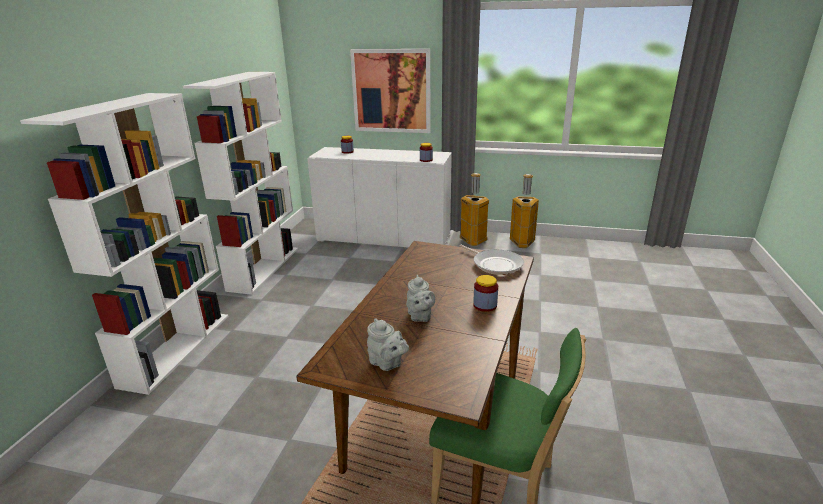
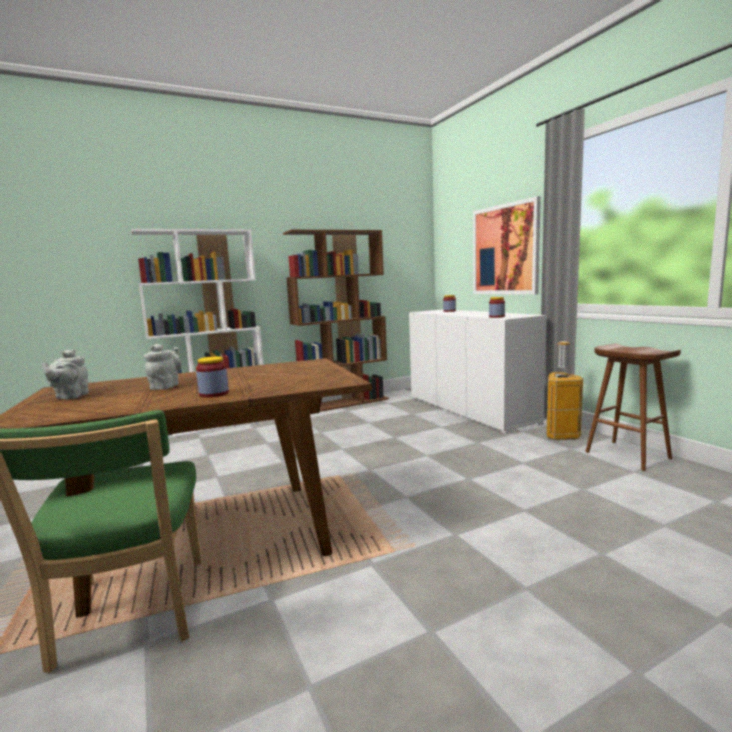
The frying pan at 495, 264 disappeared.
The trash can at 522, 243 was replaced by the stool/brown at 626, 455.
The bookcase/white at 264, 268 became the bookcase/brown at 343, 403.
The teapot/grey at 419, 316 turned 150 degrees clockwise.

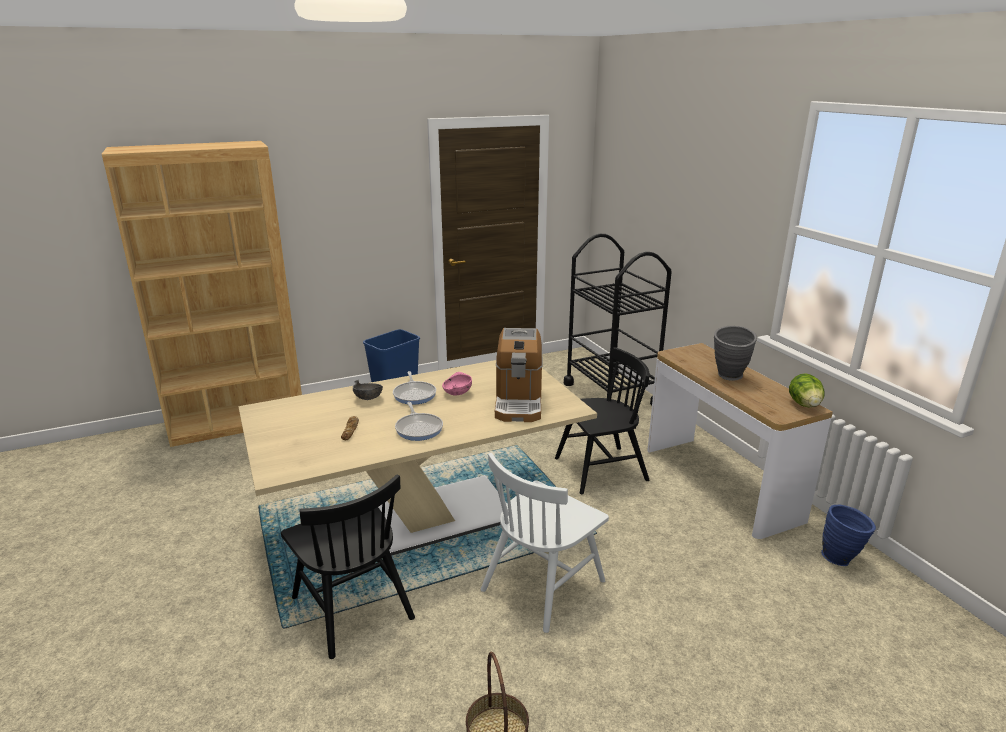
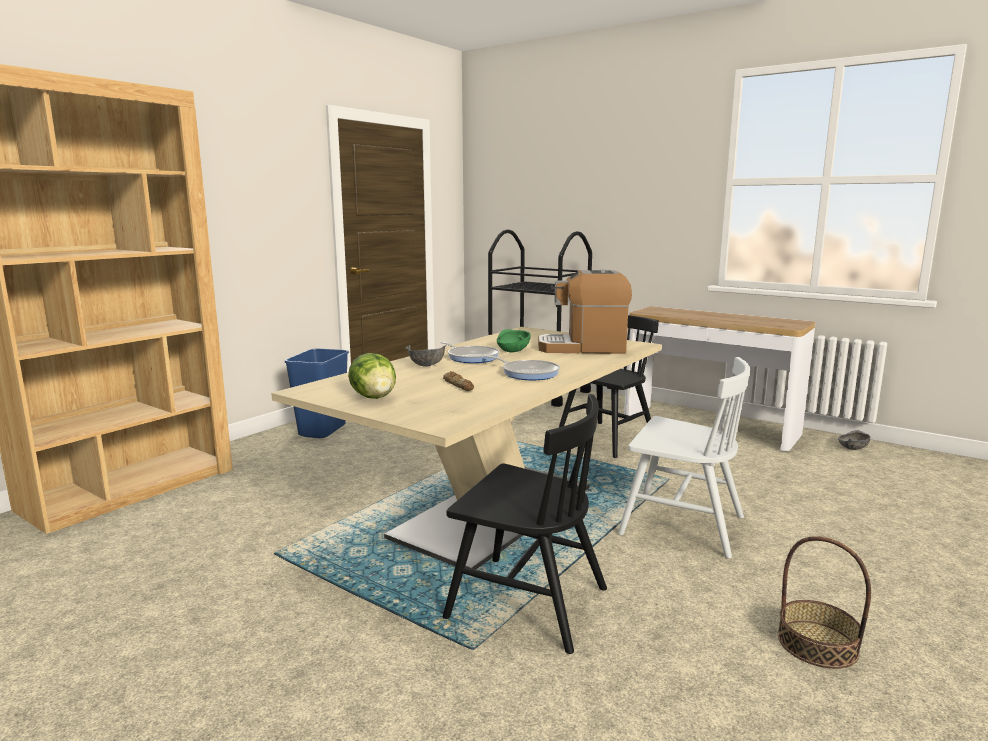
The vase/grey at 729, 378 disappeared.
The lettuce moved from 804, 405 to 374, 397.
The vase/blue at 841, 558 was replaced by the bowl/grey at 852, 448.
The bowl/pink at 457, 393 became the bowl/green at 512, 351.
The chair/white at 543, 584 turned 75 degrees counterclockwise.
The coffee machine at 518, 402 turned 120 degrees clockwise.

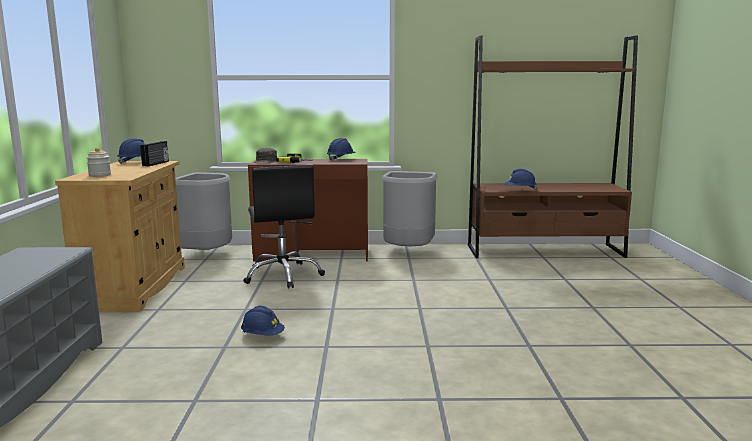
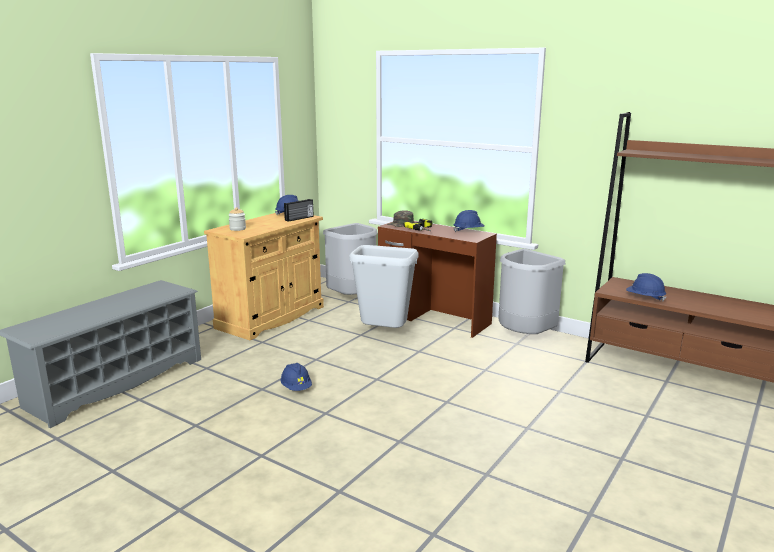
The office chair/black at 283, 275 was replaced by the trash can/grey at 383, 334.

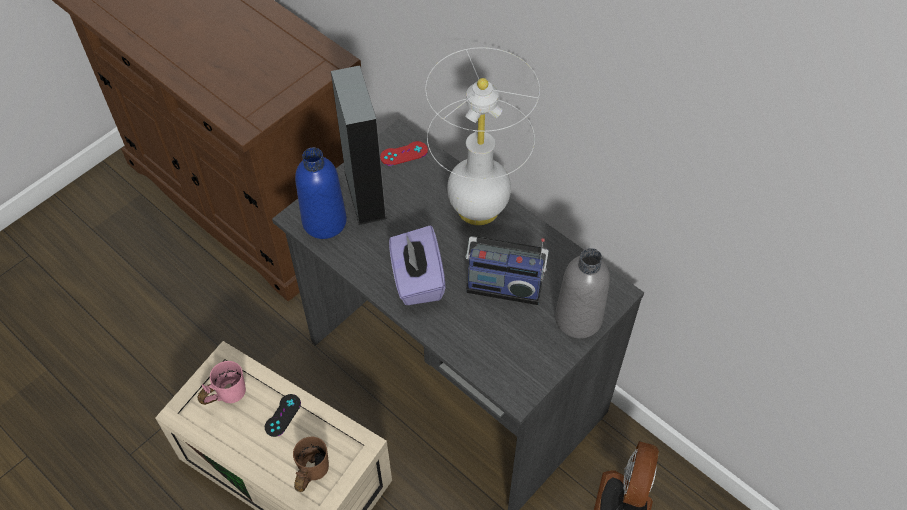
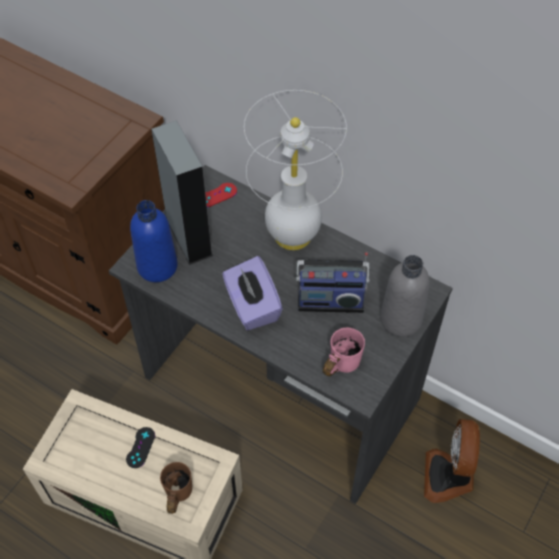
The mug/pink moved from 224, 393 to 338, 364.

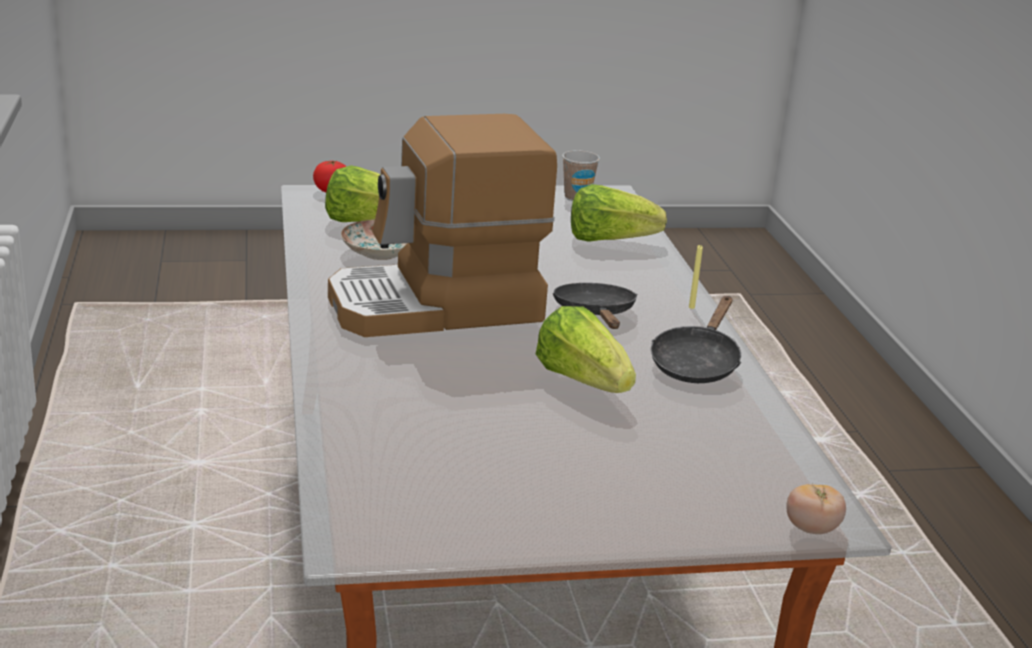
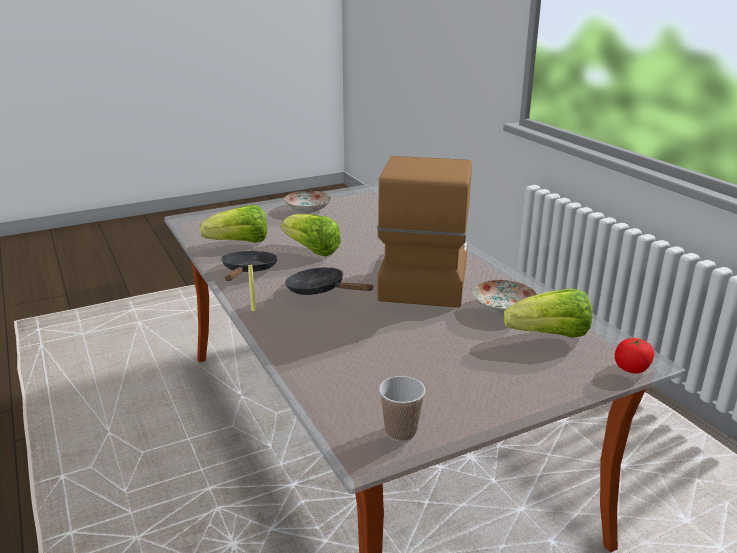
The tomato at 811, 529 disappeared.
The plate at 308, 209 appeared.
The lettuce moved from 609, 240 to 239, 243.
The coffee machine at 437, 306 turned 45 degrees counterclockwise.
The frying pan/black at 595, 314 turned 150 degrees clockwise.

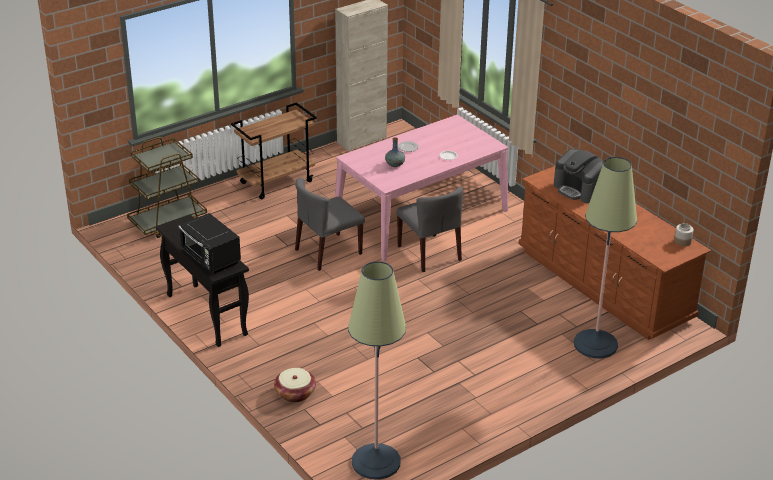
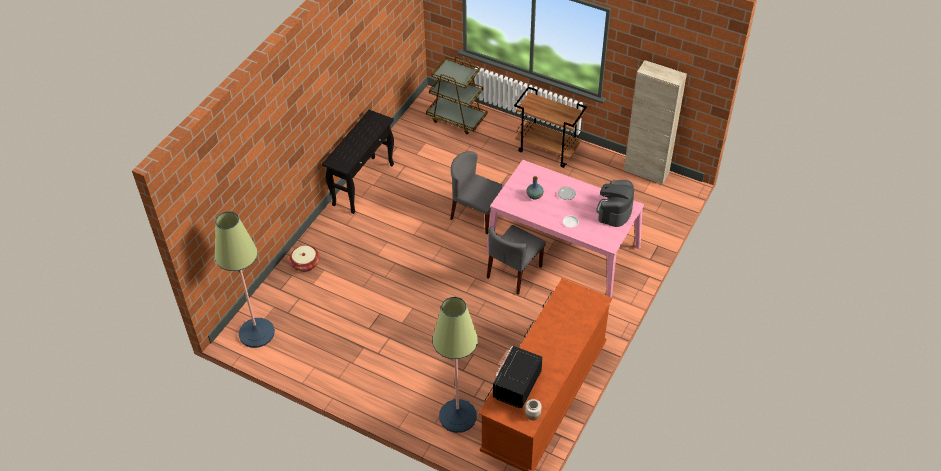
The microwave/black moved from 211, 259 to 516, 387.
The coffee machine moved from 578, 189 to 614, 211.

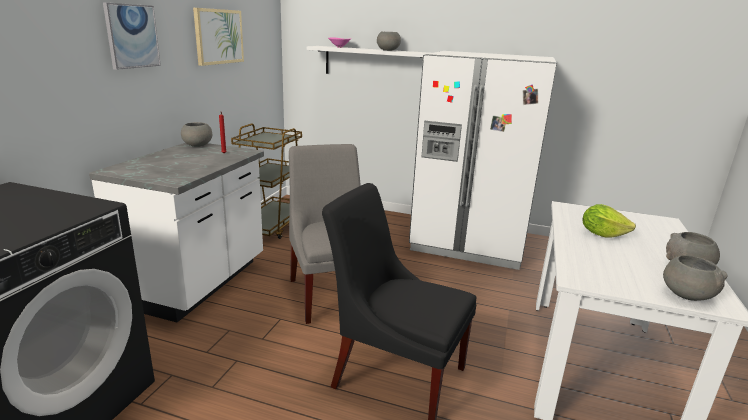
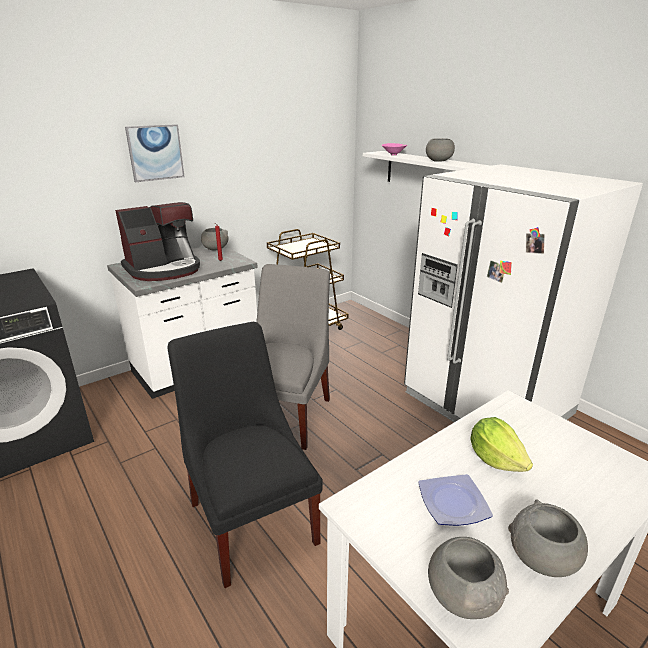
The picture at 218, 36 disappeared.
The coffee machine at 164, 269 appeared.
The plate at 454, 504 appeared.

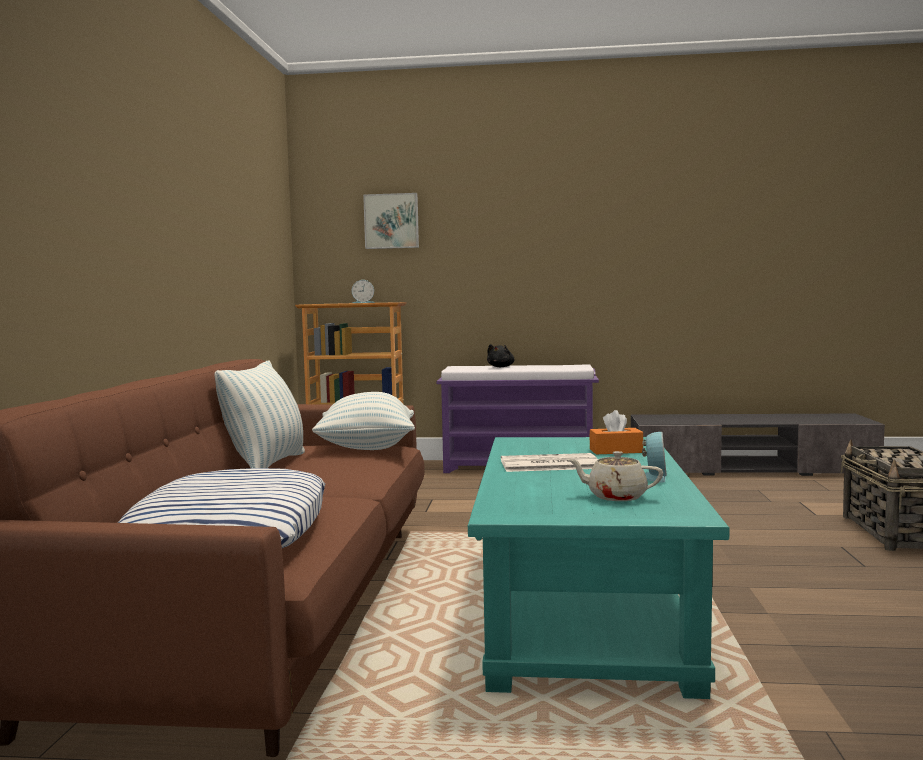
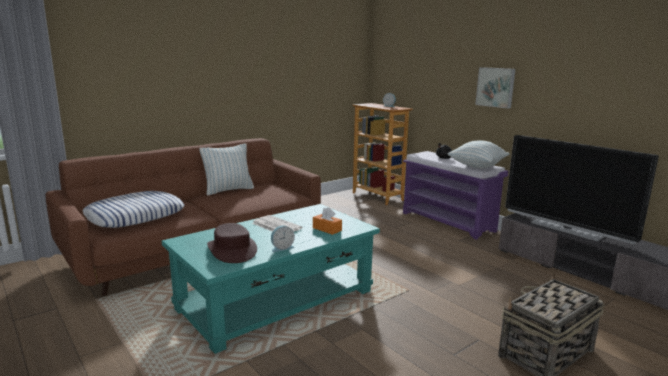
The television at 567, 229 appeared.
The pillow moved from 367, 448 to 477, 166.
The picture moved from 391, 221 to 496, 87.
The teapot/beige at 615, 496 was replaced by the hat/brown at 232, 250.

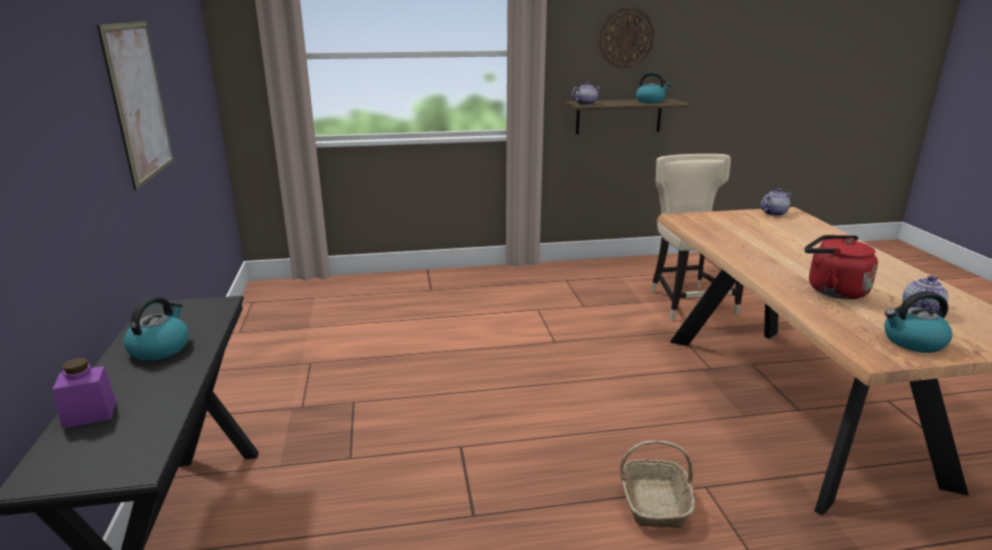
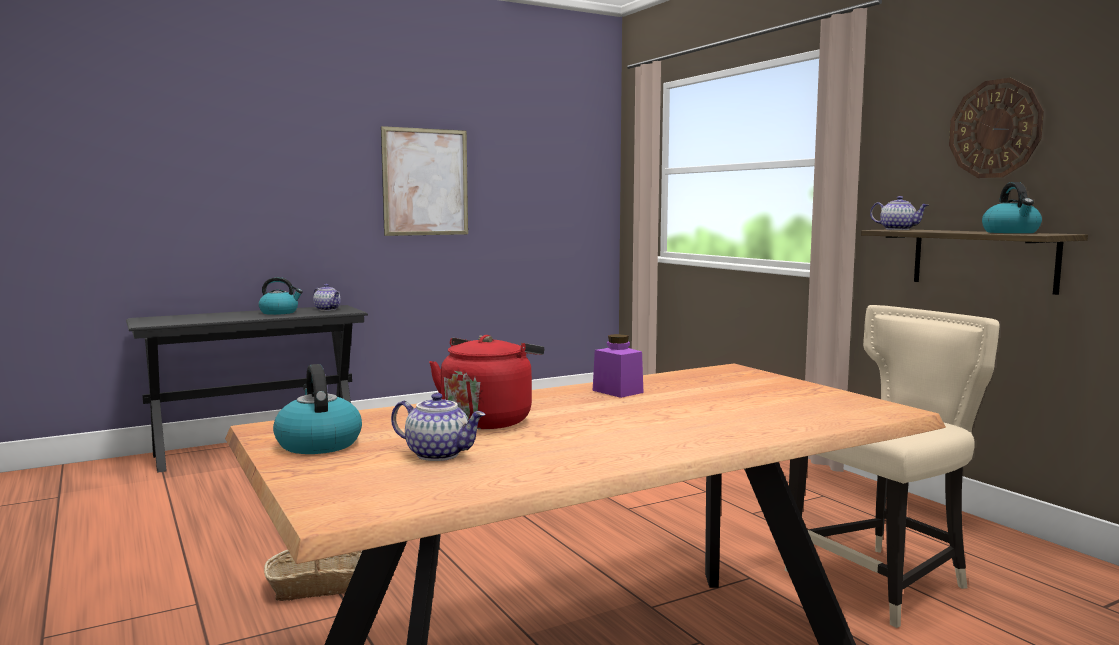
The jar/purple moved from 90, 414 to 617, 391.
The teapot moved from 773, 213 to 328, 309.

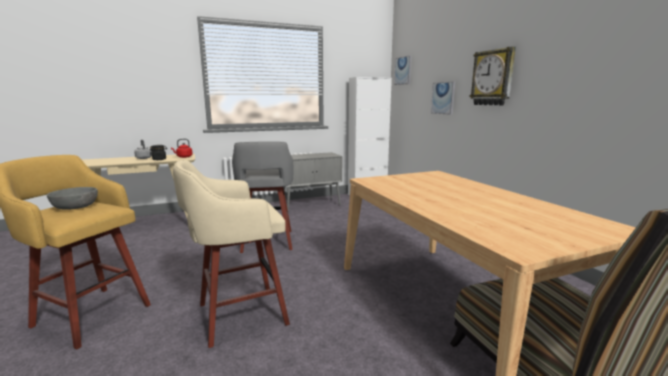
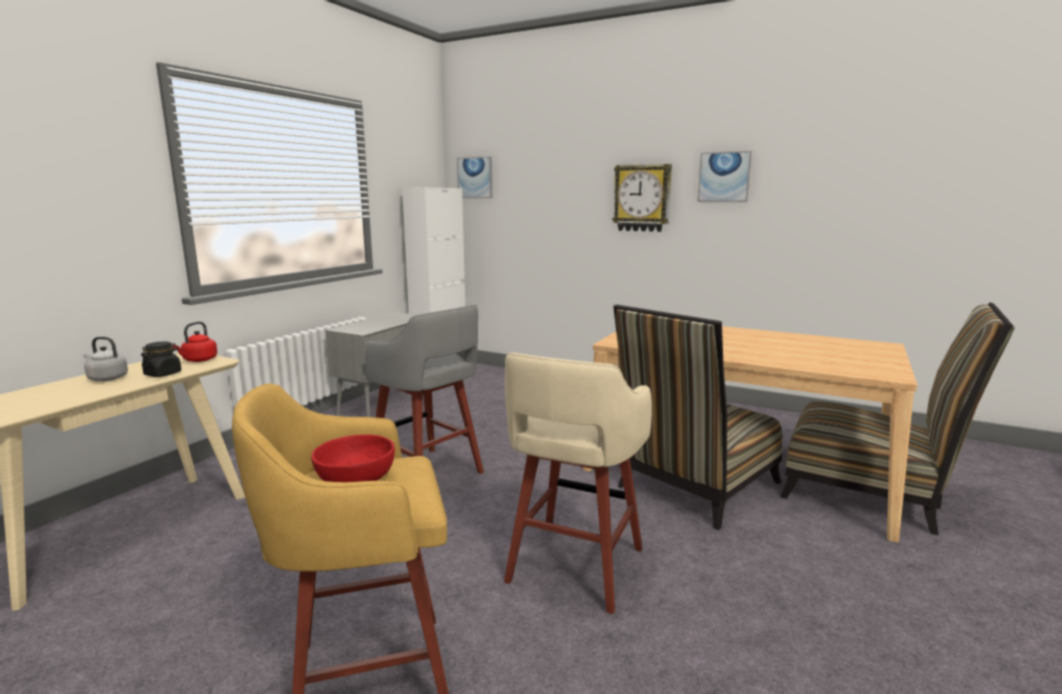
The chair at 693, 488 appeared.
The picture moved from 443, 98 to 724, 177.
The bowl/grey at 75, 207 became the bowl/red at 355, 478.

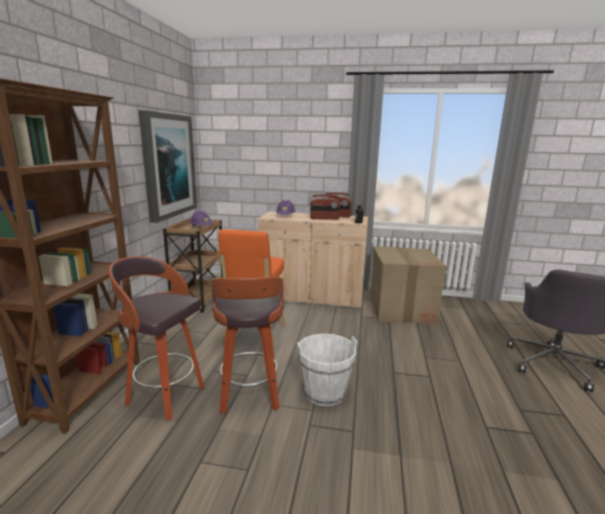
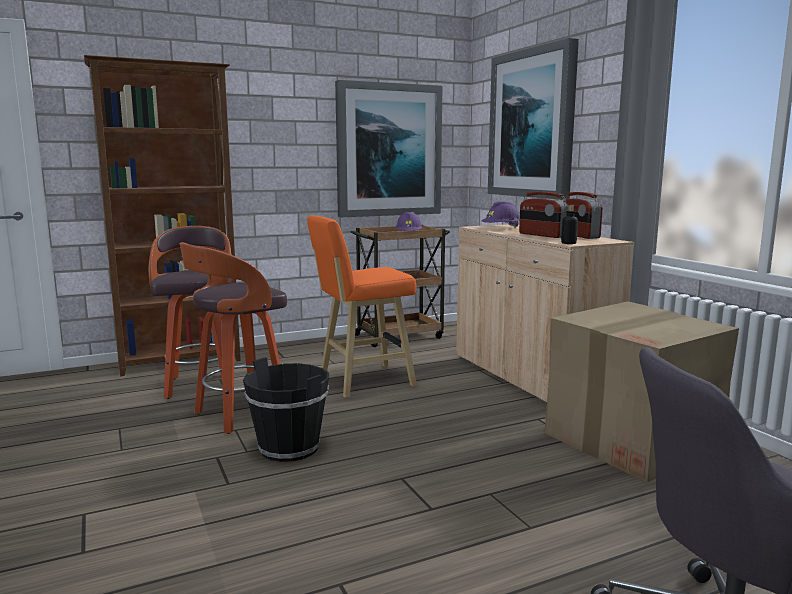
The picture at 532, 124 appeared.
The bucket/white at 325, 393 became the bucket/black at 289, 448.

